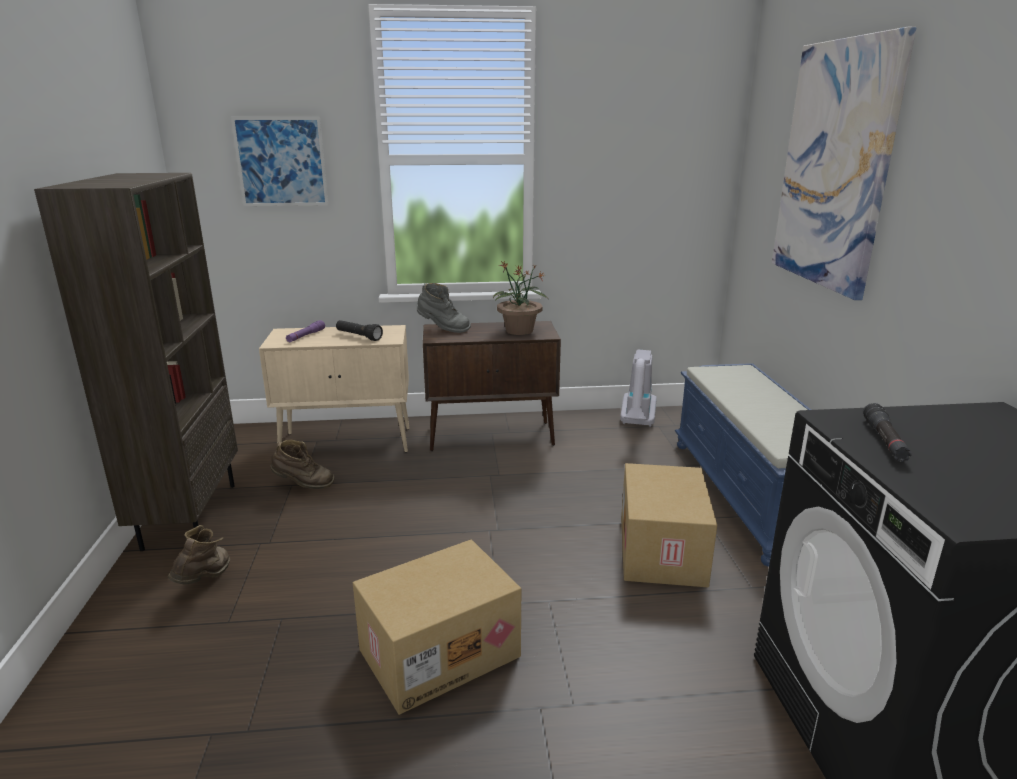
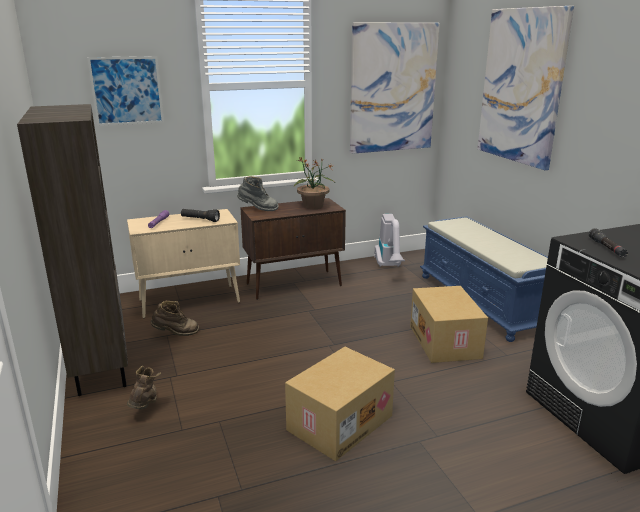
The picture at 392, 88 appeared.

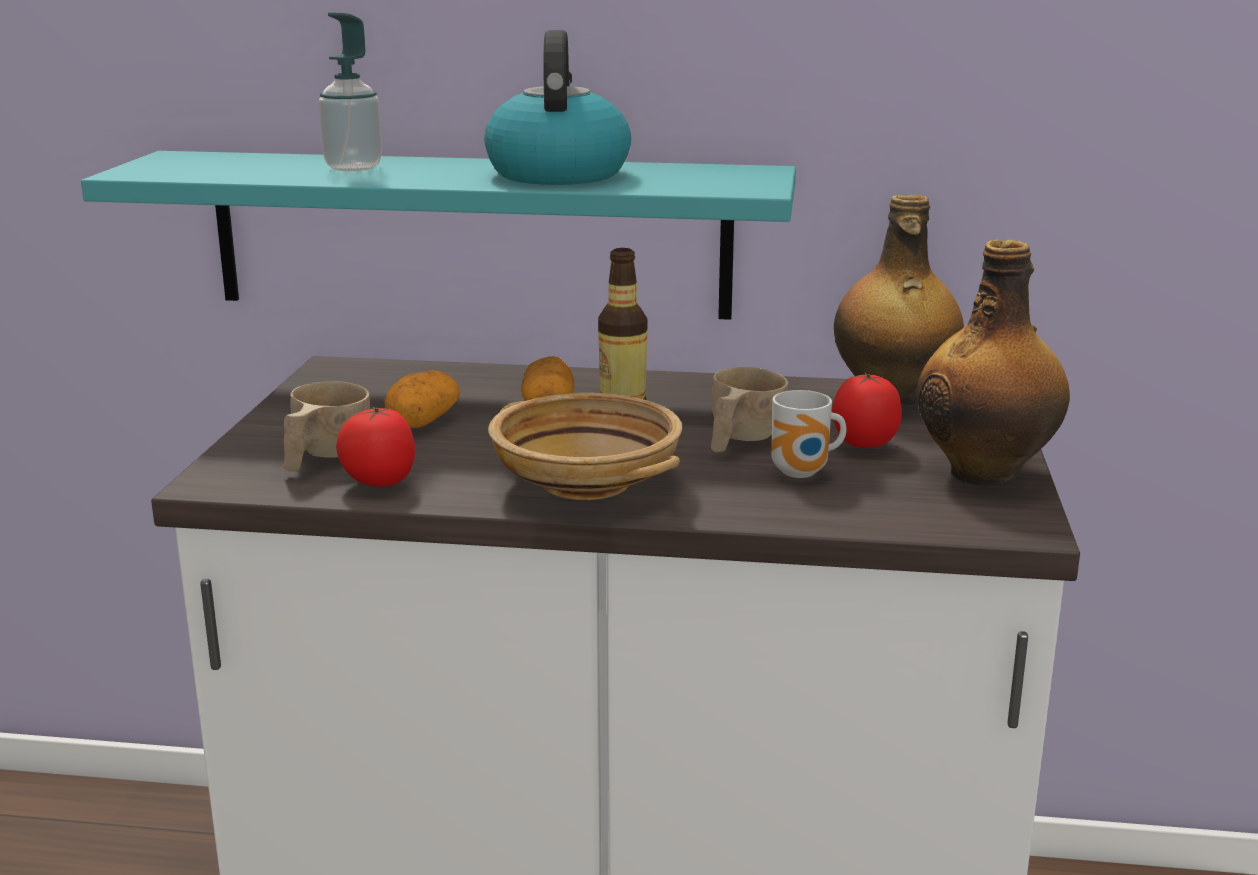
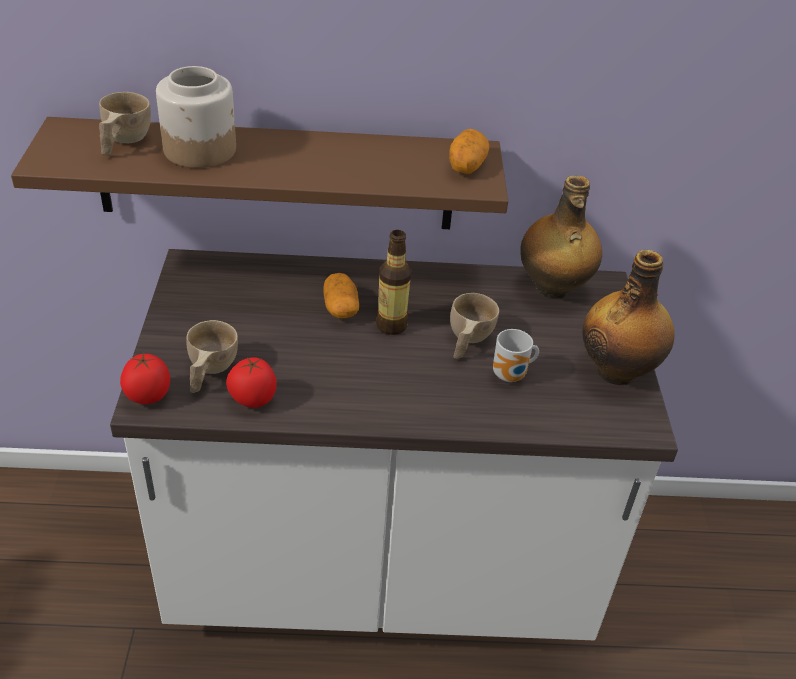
The kettle at 557, 173 disappeared.
The bowl/beige at 588, 482 disappeared.
The cup/beige at 123, 142 appeared.
The potato moved from 422, 421 to 466, 165.
The tomato moved from 863, 445 to 148, 397.
The soap dispenser at 353, 167 was replaced by the jar at 201, 149.
The shelf/turquoise at 470, 234 became the shelf/brown at 276, 175.

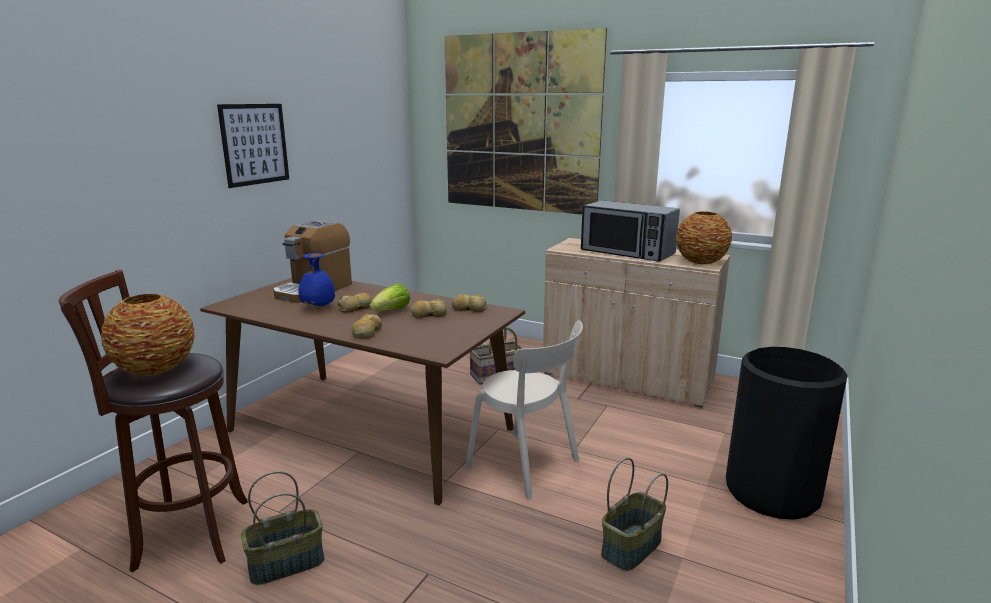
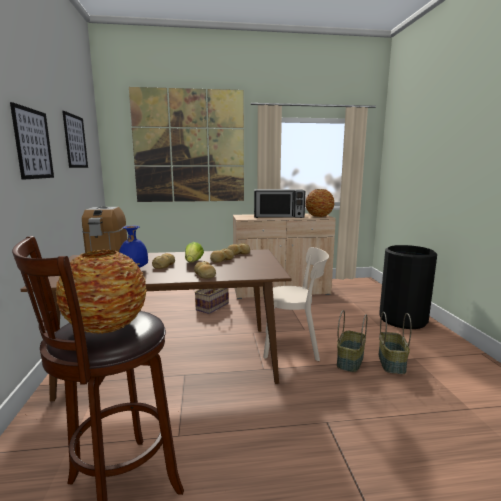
The picture at 75, 141 appeared.
The basket moved from 287, 562 to 349, 361.

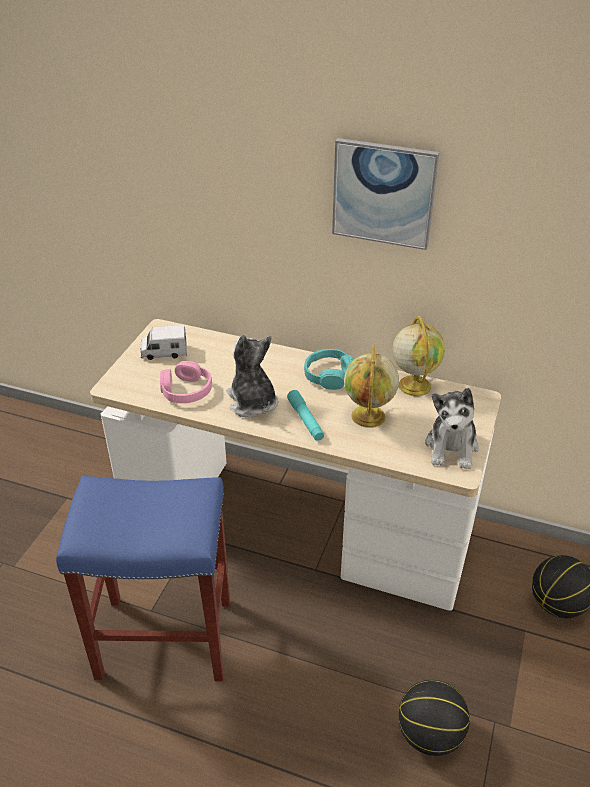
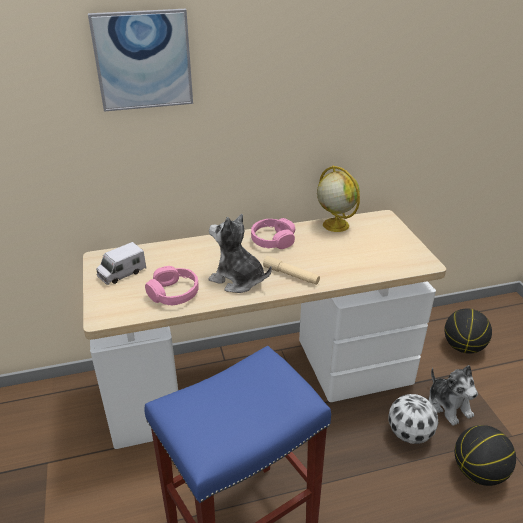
The globe at 368, 417 disappeared.
The football at 409, 434 appeared.
The picture moved from 383, 193 to 143, 60.
The plush toy moved from 452, 447 to 448, 405.
The flashlight/turquoise at 305, 420 became the flashlight/beige at 291, 275.
The headphones/turquoise at 329, 375 became the headphones/pink at 273, 240.

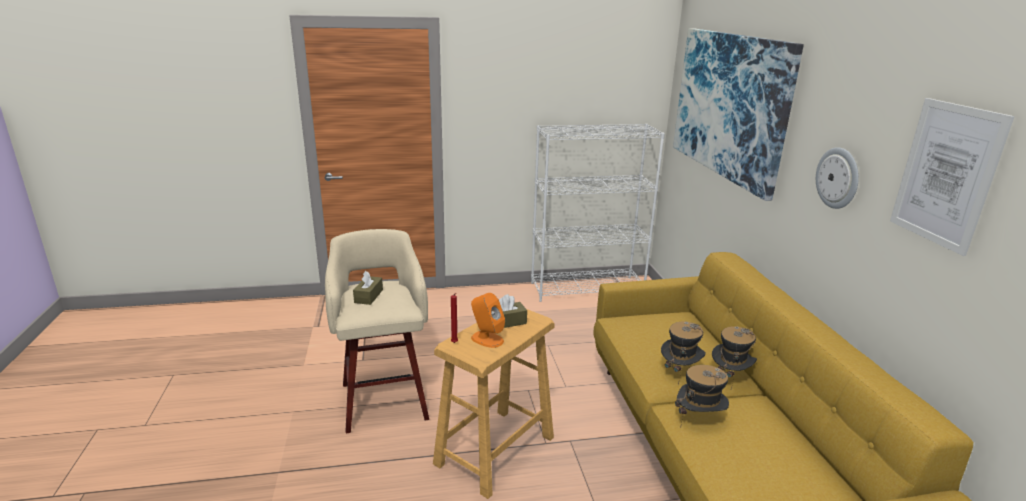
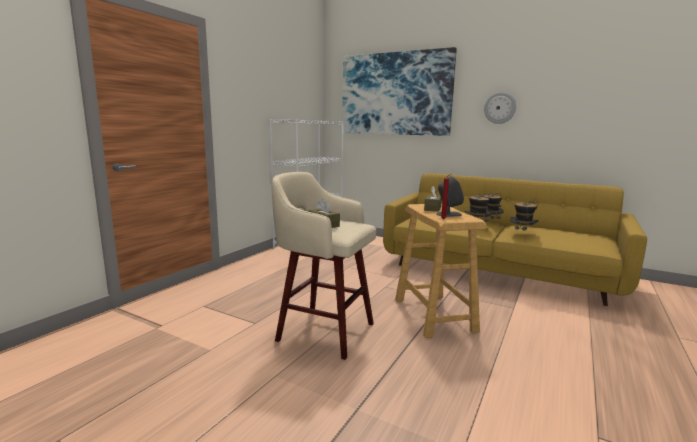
The picture at 946, 174 disappeared.
The speaker/orange at 487, 339 became the speaker/grey at 448, 214.

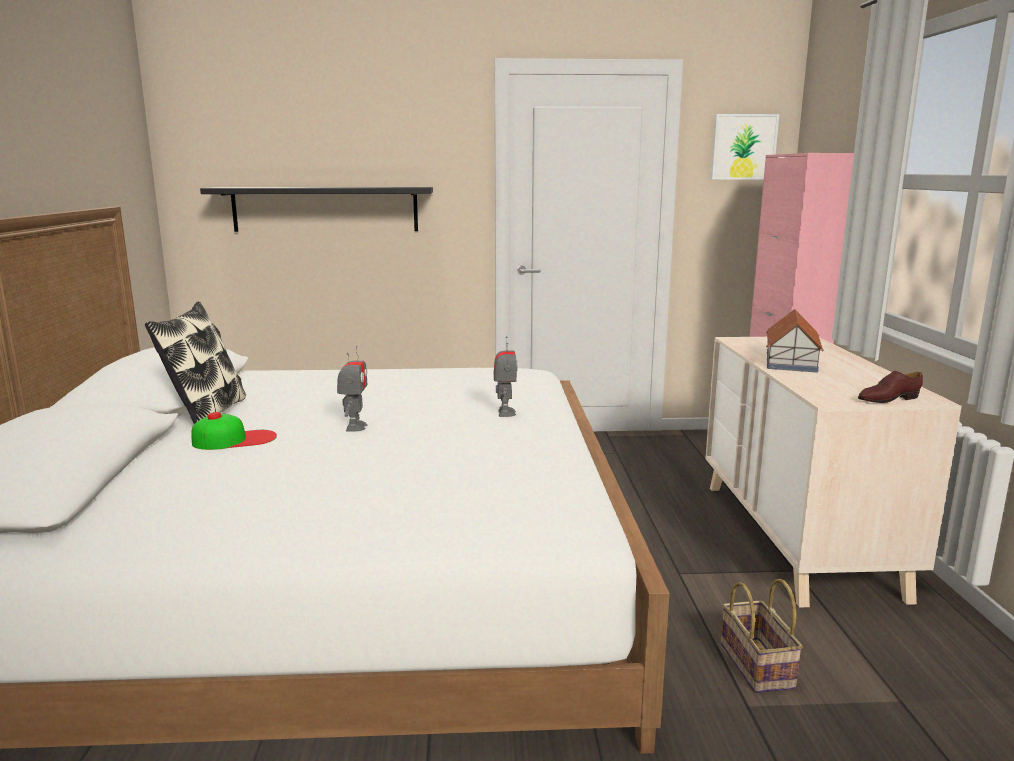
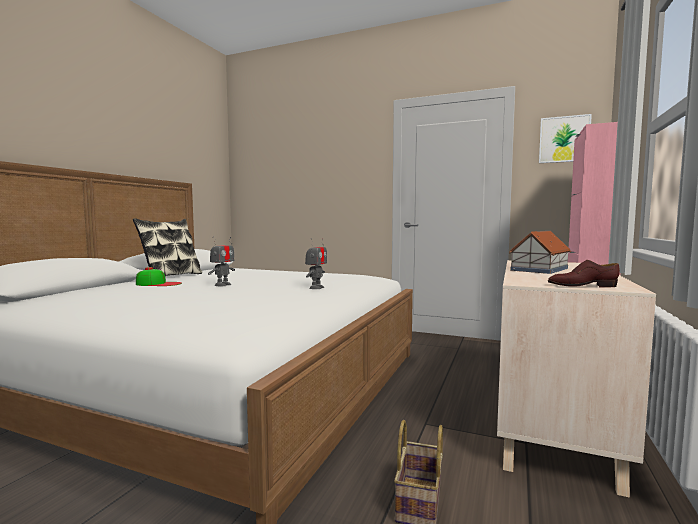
The shelf/black at 325, 209 disappeared.

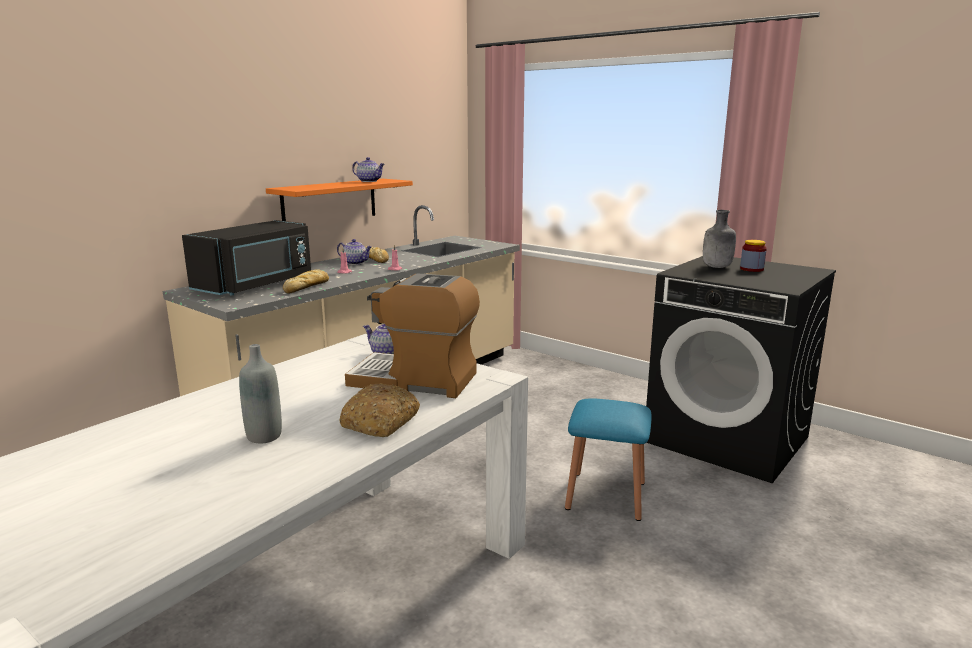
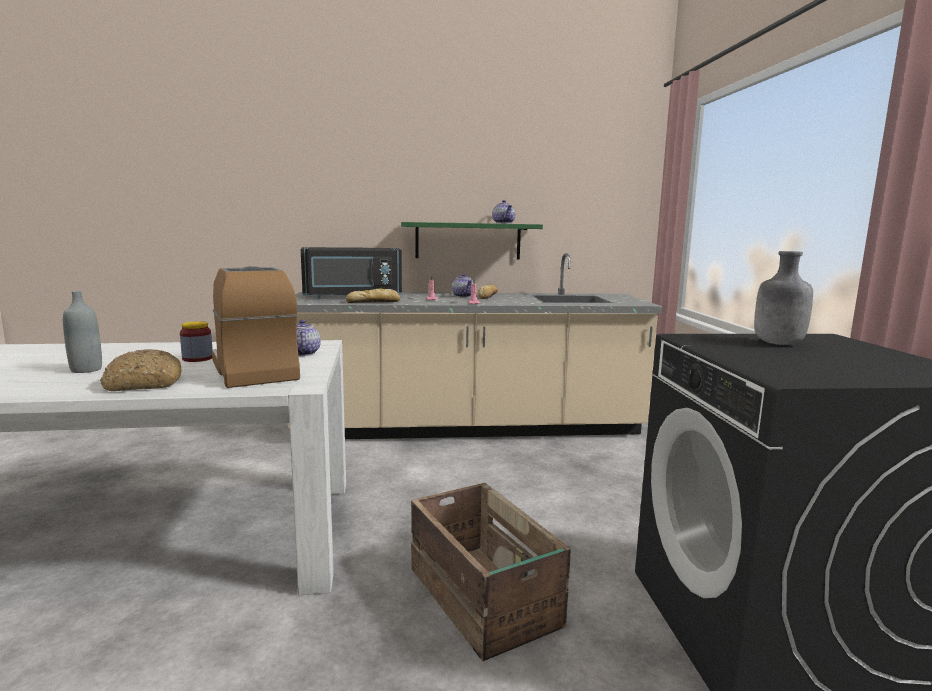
The jar moved from 751, 269 to 197, 358.
The stool/blue at 605, 495 was replaced by the crate at 483, 599.
The shelf/orange at 330, 202 became the shelf/green at 468, 241.

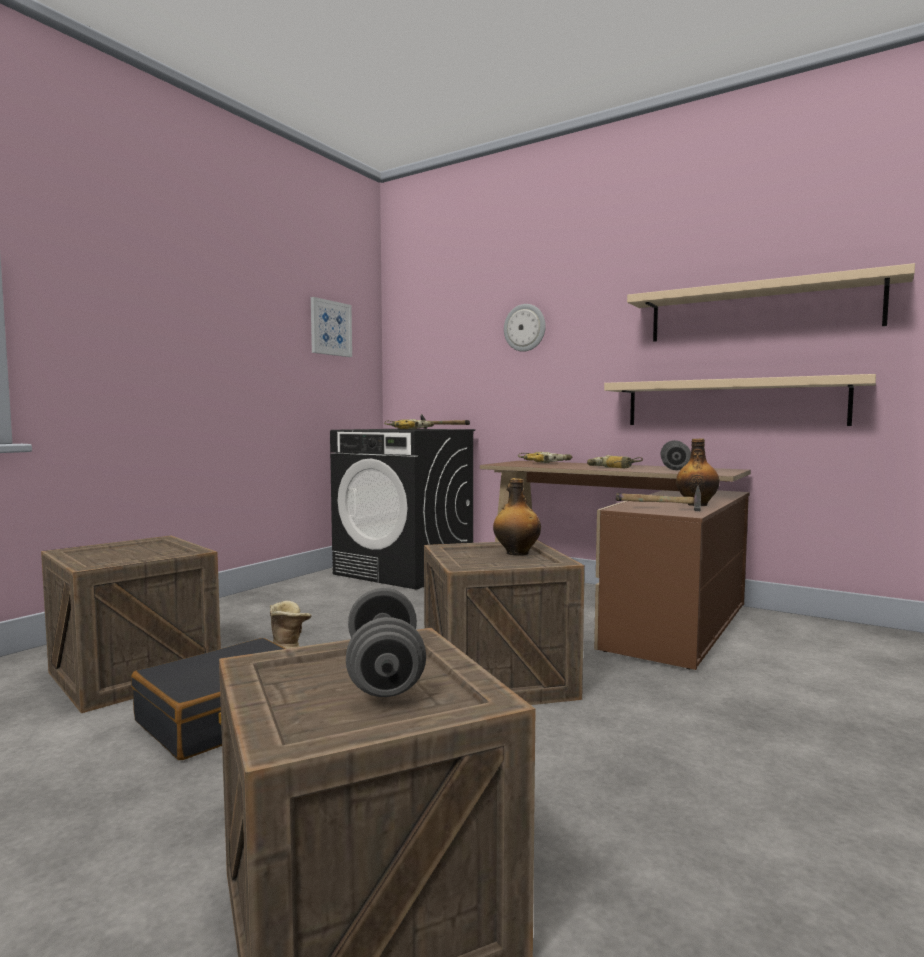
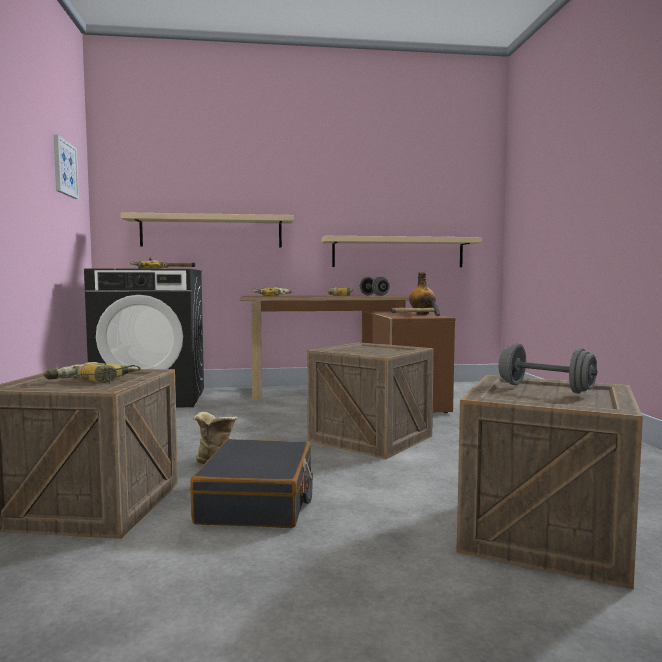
The bottle at 516, 553 disappeared.
The wall clock at 525, 328 disappeared.
The power drill at 92, 381 appeared.
The shelf/beige moved from 760, 311 to 211, 232.

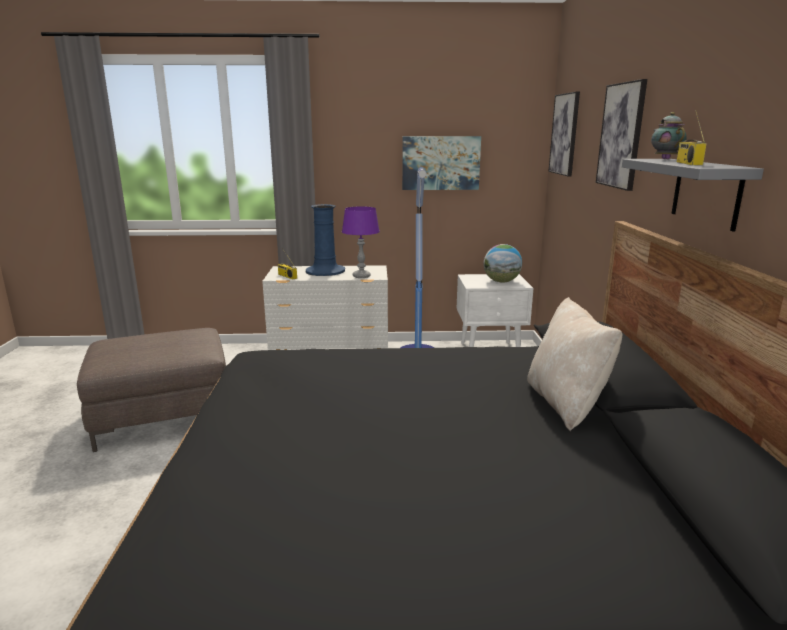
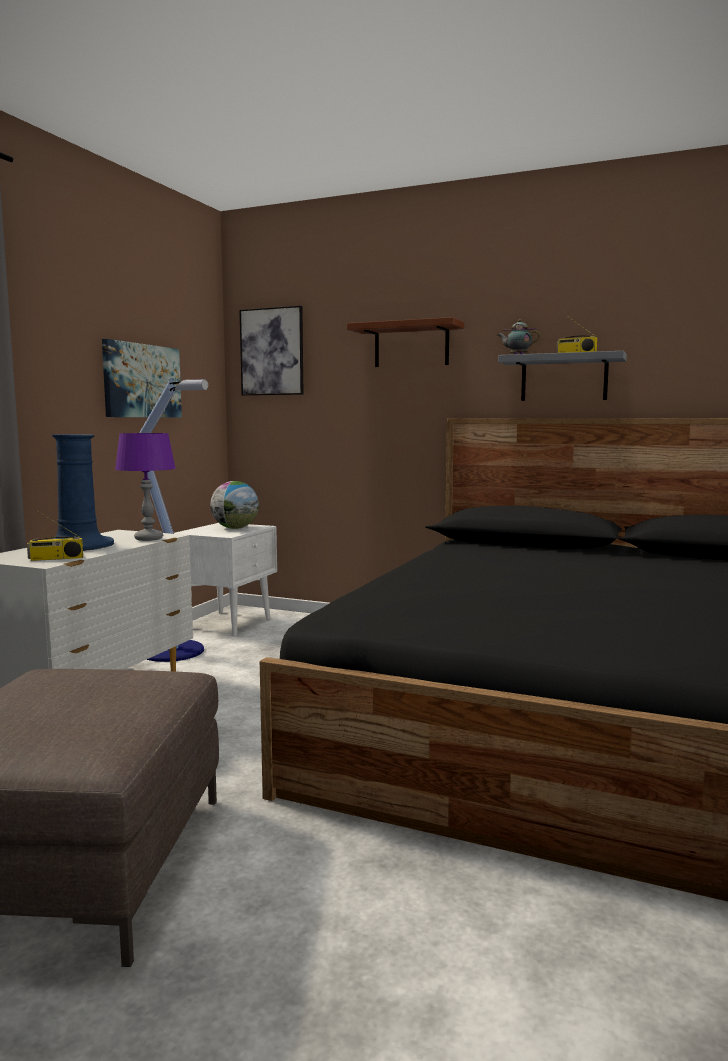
The pillow/beige at 566, 404 disappeared.
The picture at 621, 135 was replaced by the shelf/brown at 411, 345.

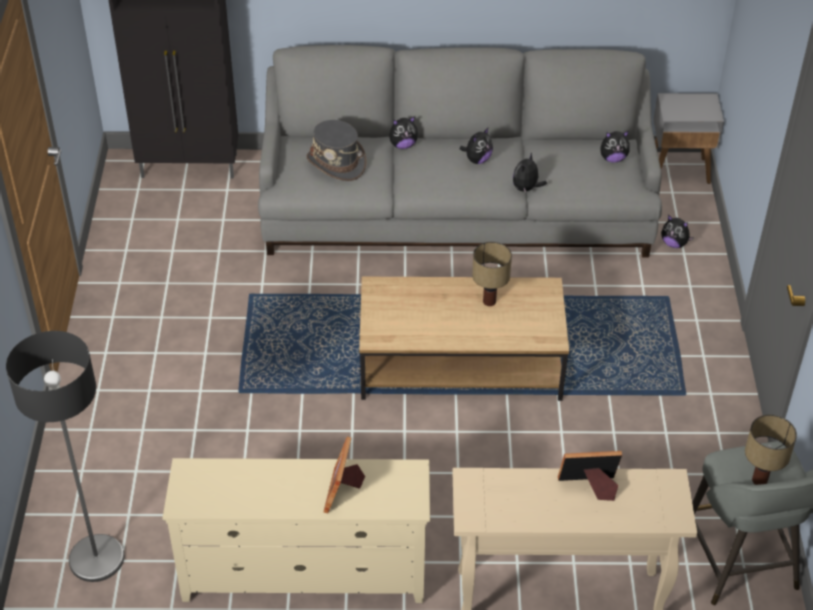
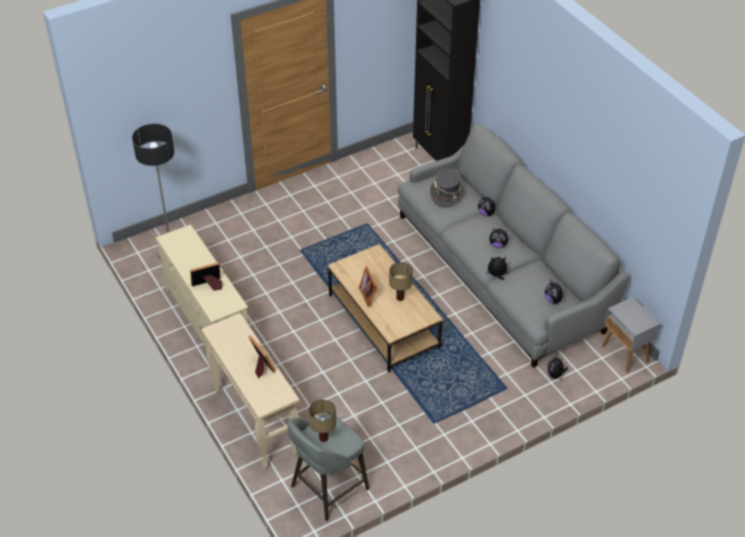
The picture frame at 369, 294 appeared.

